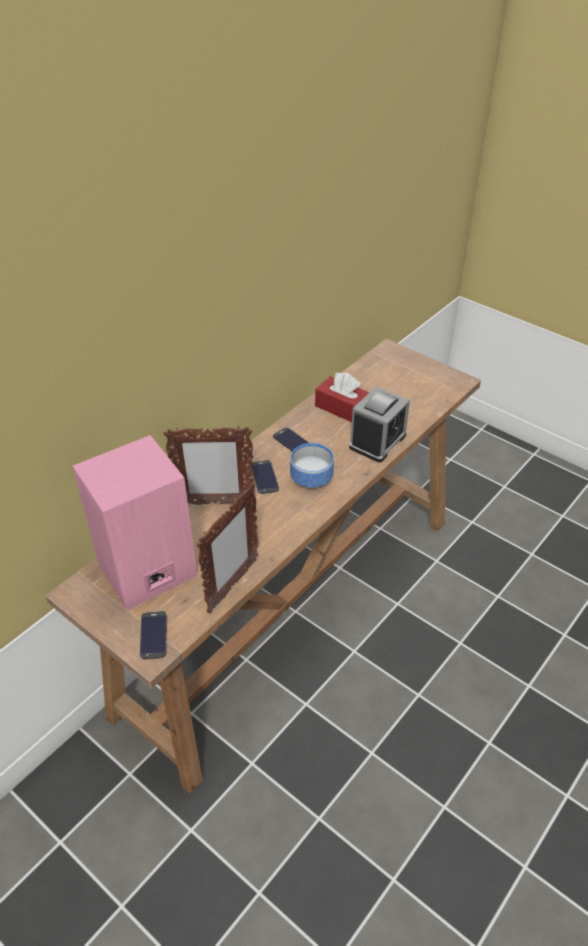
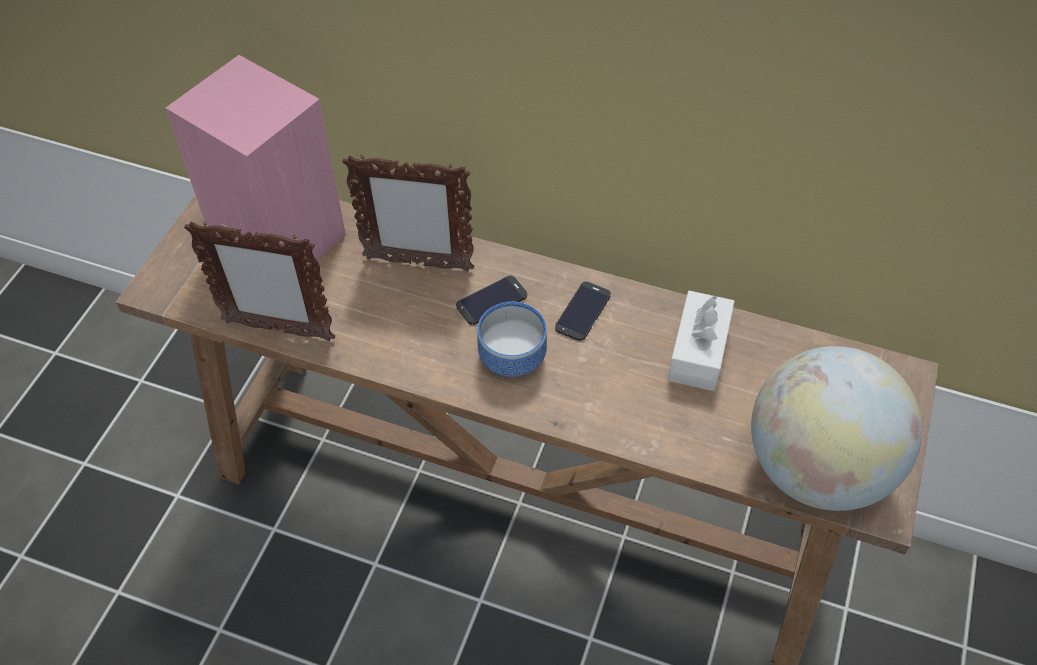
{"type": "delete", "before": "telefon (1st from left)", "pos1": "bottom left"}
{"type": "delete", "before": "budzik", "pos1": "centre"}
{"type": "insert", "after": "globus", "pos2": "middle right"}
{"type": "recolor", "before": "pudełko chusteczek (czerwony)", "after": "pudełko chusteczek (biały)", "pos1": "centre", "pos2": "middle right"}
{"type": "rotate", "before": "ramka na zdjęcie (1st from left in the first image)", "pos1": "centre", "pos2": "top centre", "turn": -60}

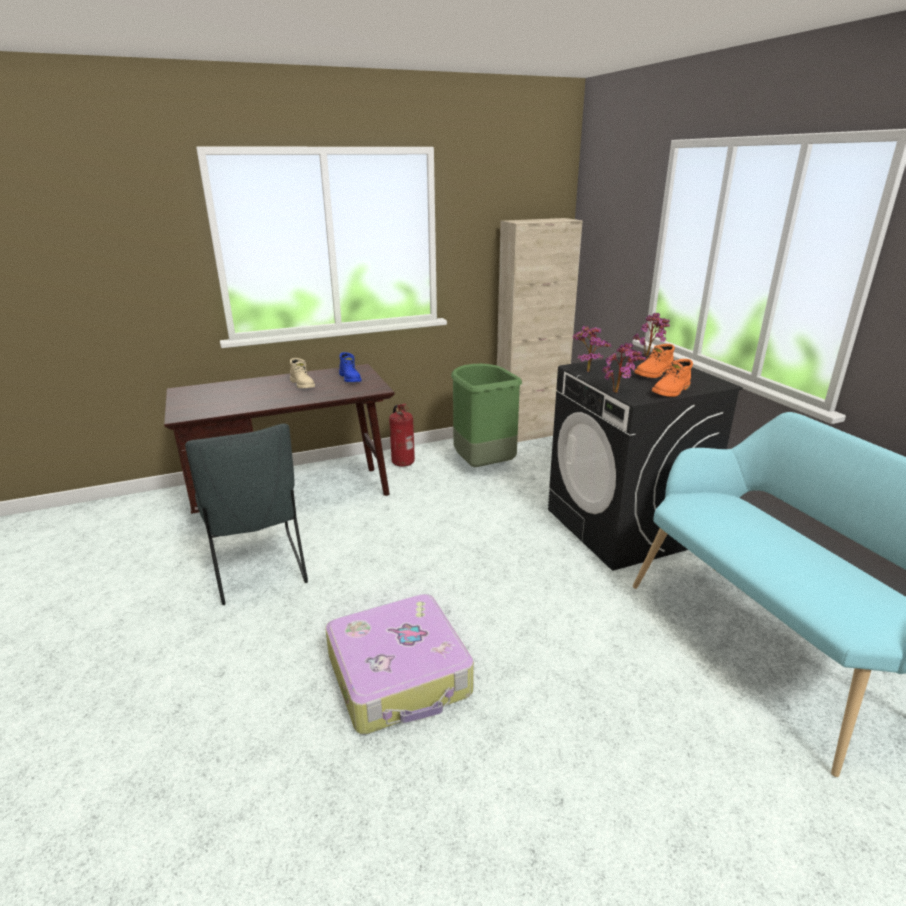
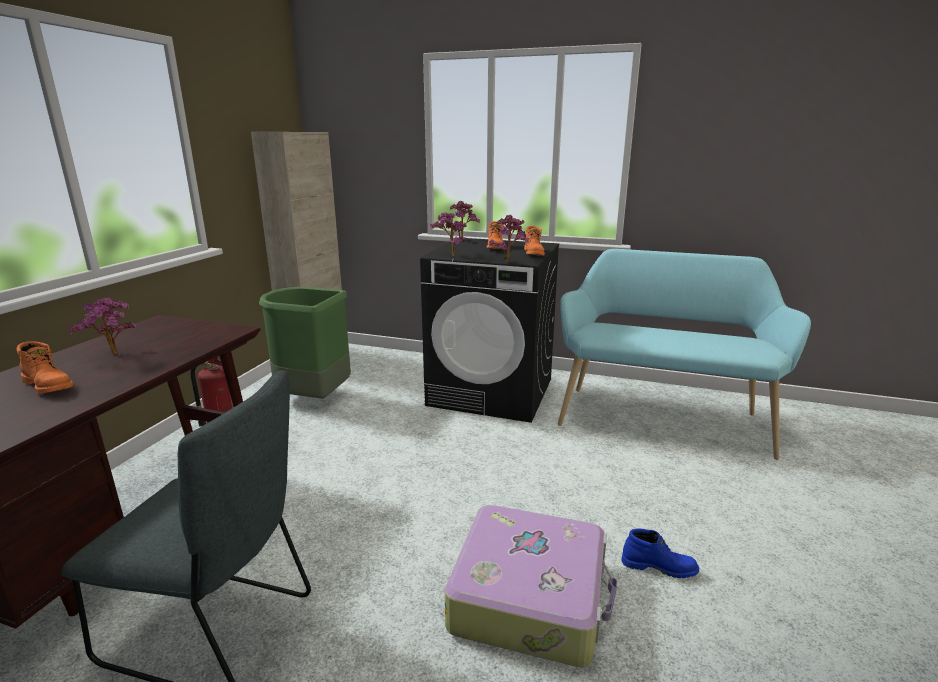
{"type": "insert", "after": "but z cholewką (pomarańczowy) (1st from left)", "pos2": "middle left"}
{"type": "move", "before": "but z cholewką (niebieski)", "pos1": "centre", "pos2": "bottom right"}
{"type": "replace", "before": "but z cholewką (beżowy)", "after": "roślina doniczkowa (1st from left)", "pos1": "centre", "pos2": "middle left"}

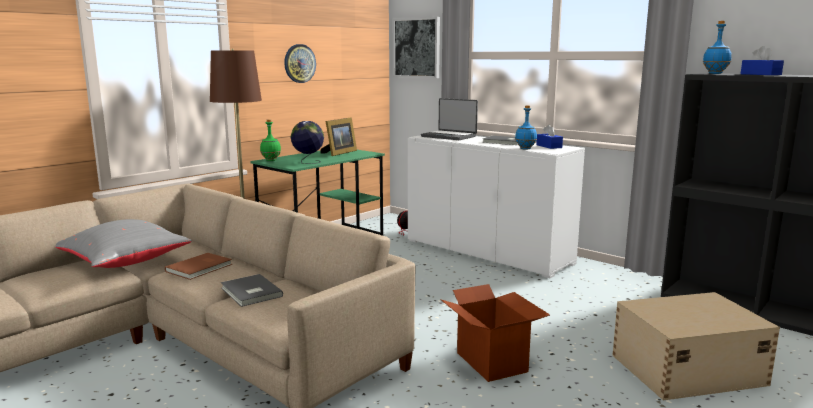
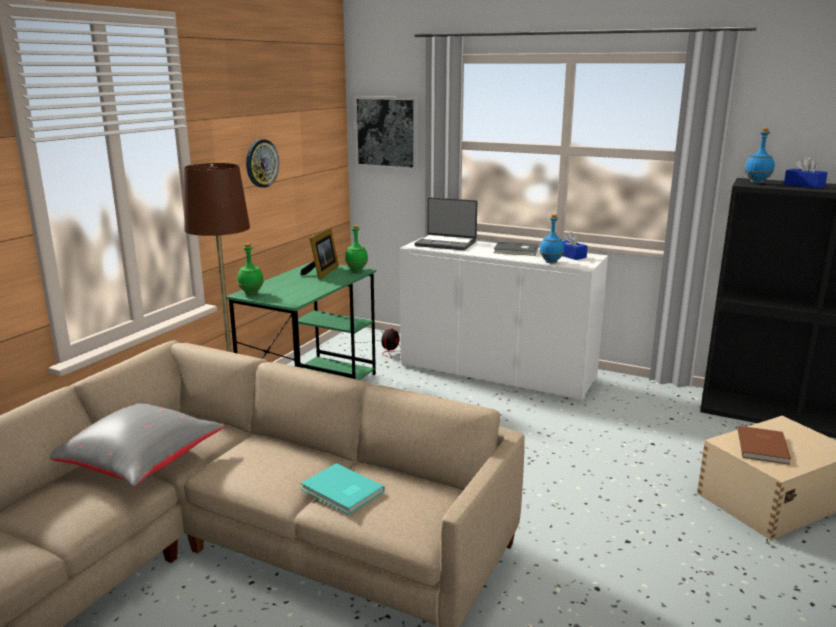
{"type": "delete", "before": "globus", "pos1": "centre"}
{"type": "delete", "before": "karton", "pos1": "bottom centre"}
{"type": "insert", "after": "butelka (zielony) (2nd from left)", "pos2": "centre"}
{"type": "move", "before": "książka (brązowy)", "pos1": "middle left", "pos2": "bottom right"}
{"type": "recolor", "before": "książka (szary) (1st from left)", "after": "książka (turkusowy)", "pos1": "bottom left", "pos2": "bottom centre"}

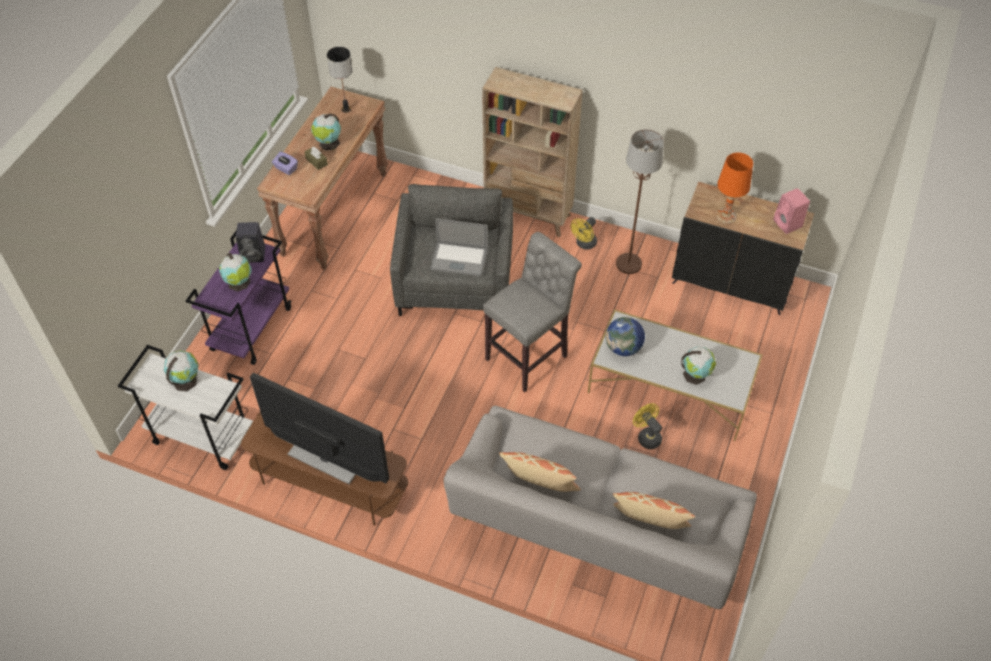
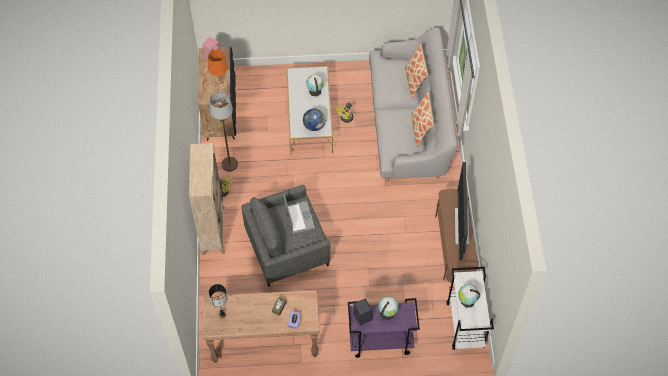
{"type": "delete", "before": "globus (3rd from left)", "pos1": "top left"}
{"type": "delete", "before": "stołek (szary)", "pos1": "centre"}

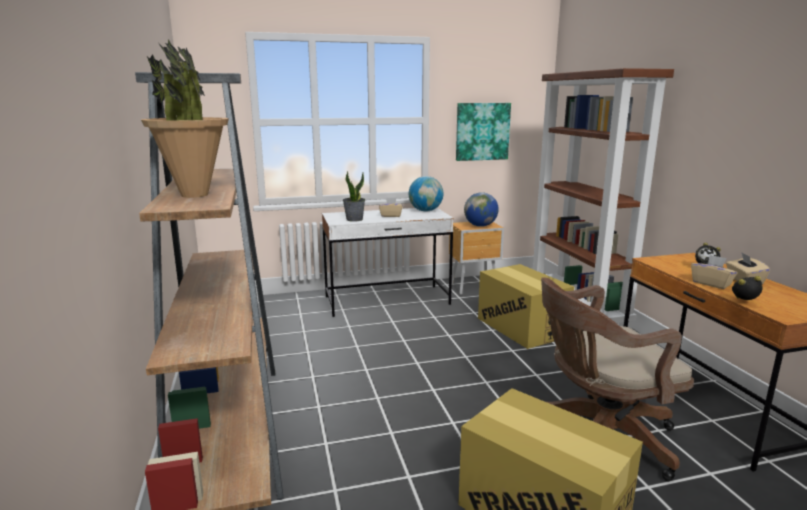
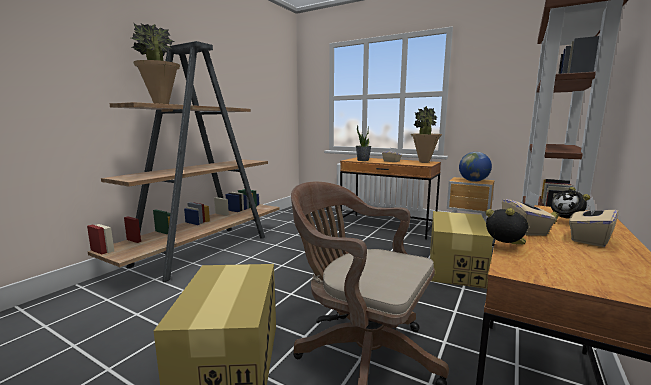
{"type": "delete", "before": "obraz", "pos1": "top centre"}
{"type": "replace", "before": "globus (1st from left)", "after": "roślina doniczkowa (3rd from left)", "pos1": "centre", "pos2": "centre"}
{"type": "recolor", "before": "biurko (biały)", "after": "biurko (brązowy) (1st from left)", "pos1": "centre", "pos2": "centre"}

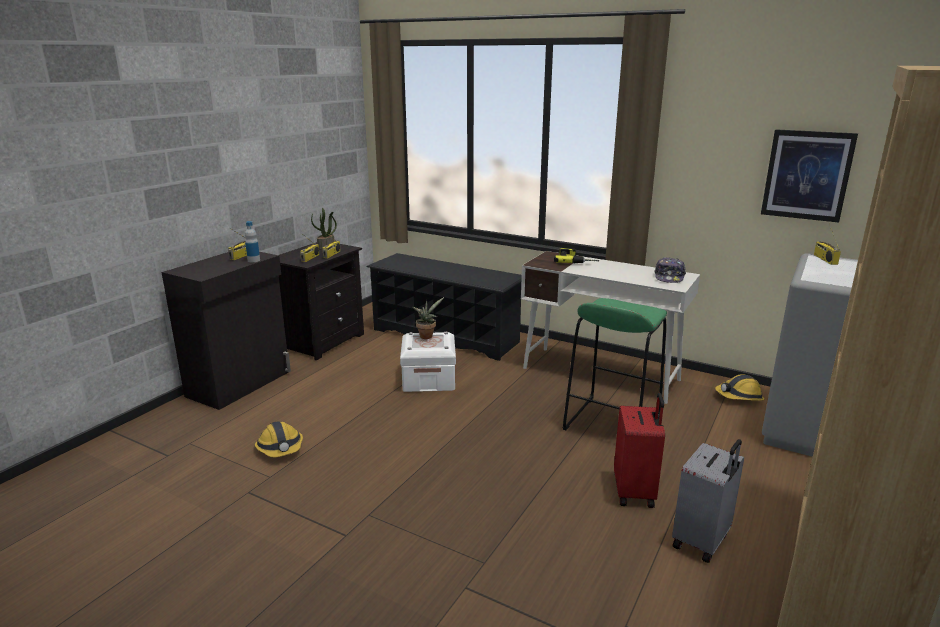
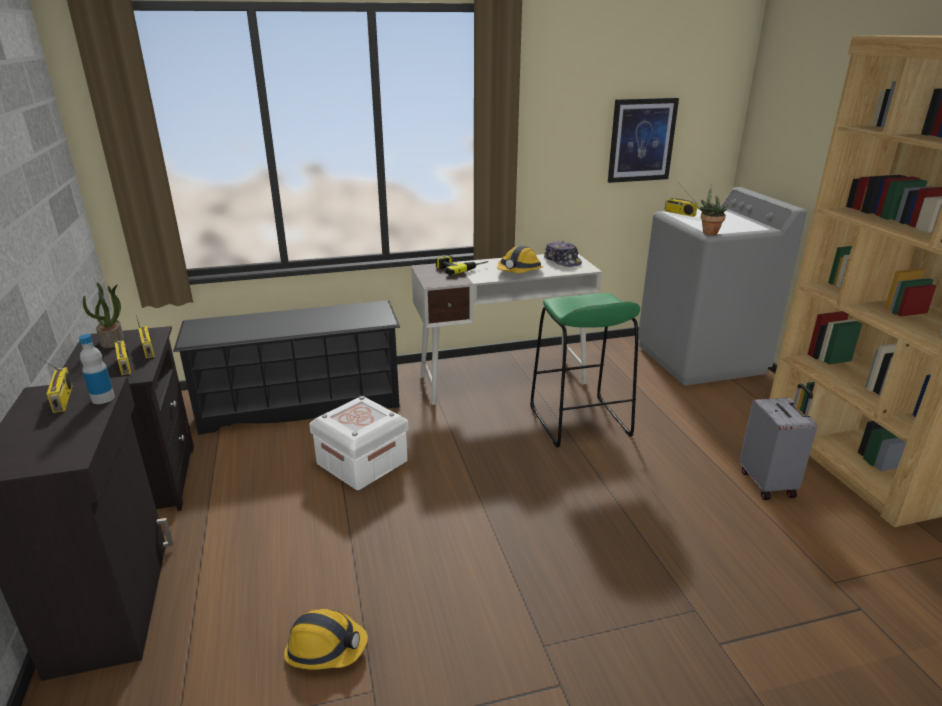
{"type": "delete", "before": "walizka (czerwony)", "pos1": "bottom right"}
{"type": "move", "before": "roślina doniczkowa (2nd from left)", "pos1": "centre", "pos2": "top right"}
{"type": "move", "before": "kask (2nd from left)", "pos1": "middle right", "pos2": "centre"}

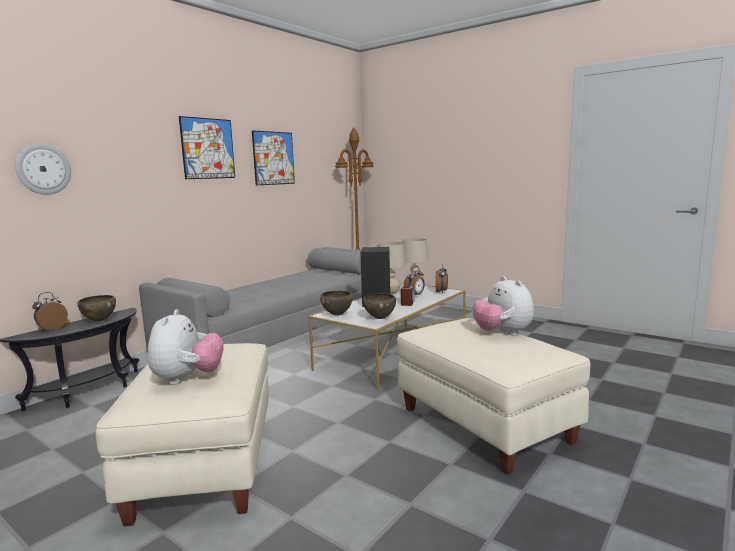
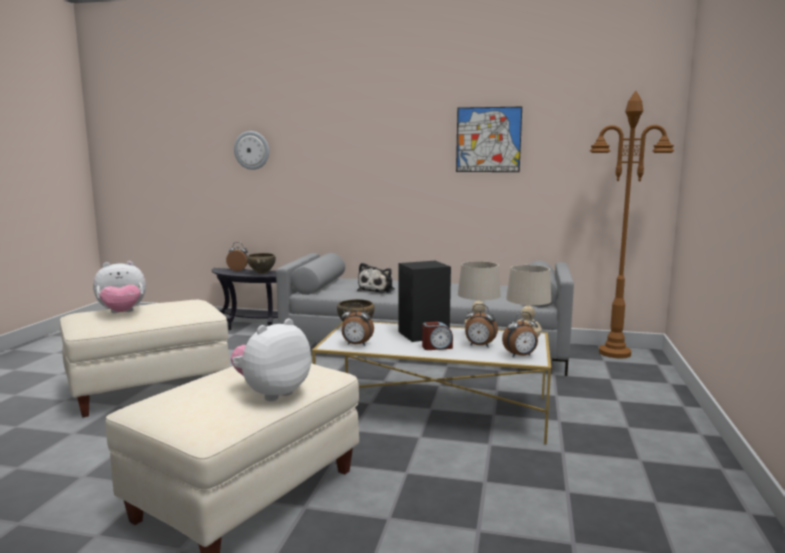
{"type": "delete", "before": "obraz (1st from left)", "pos1": "top left"}
{"type": "insert", "after": "pluszak (3rd from left)", "pos2": "centre"}
{"type": "replace", "before": "miska (brązowy) (3rd from left)", "after": "budzik (2nd from left)", "pos1": "centre", "pos2": "centre"}

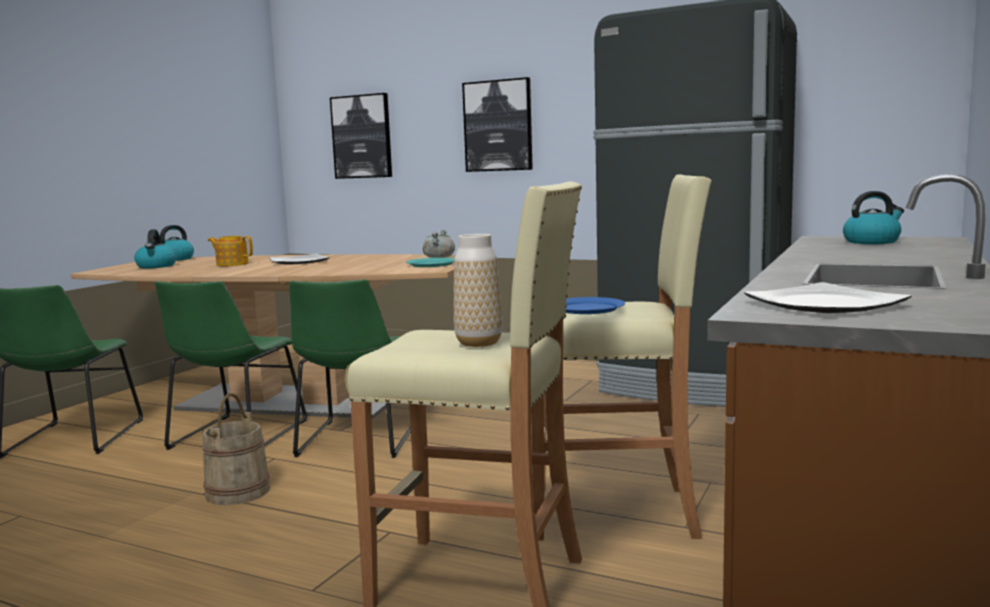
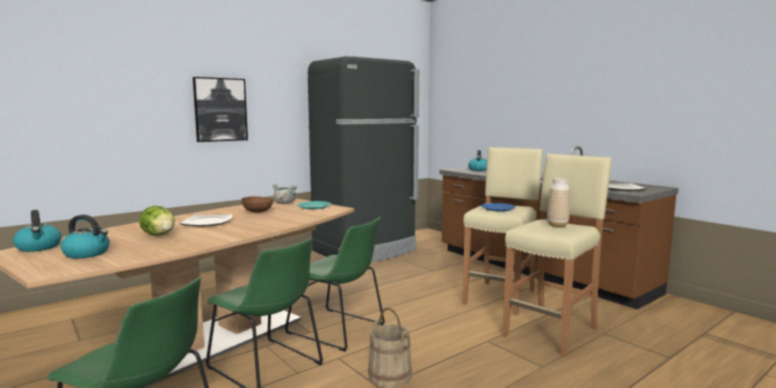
{"type": "delete", "before": "obraz (1st from left)", "pos1": "top centre"}
{"type": "insert", "after": "miska (brązowy)", "pos2": "middle left"}
{"type": "replace", "before": "imbryk", "after": "sałata", "pos1": "middle left", "pos2": "middle left"}

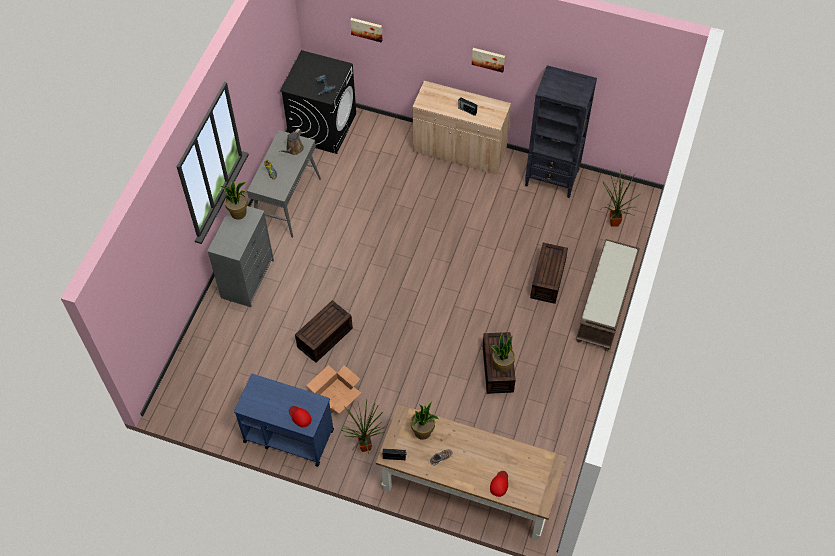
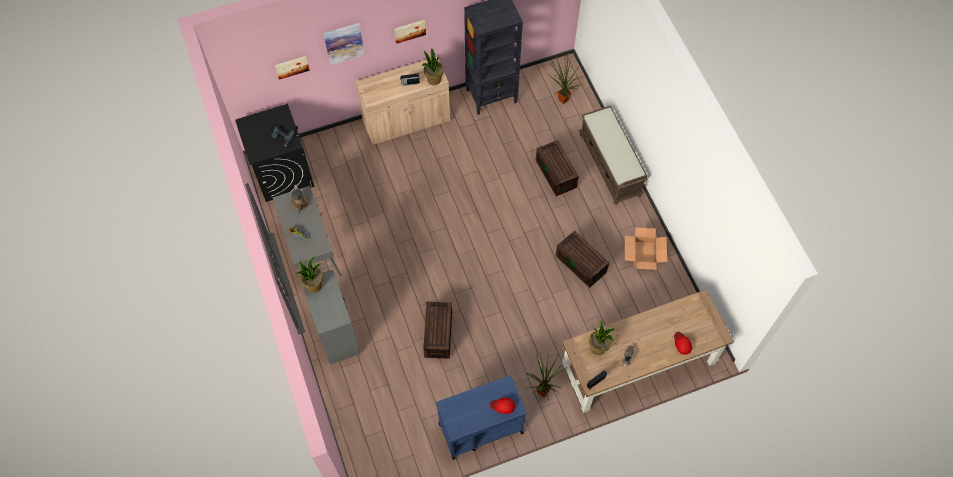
{"type": "insert", "after": "obraz (2nd from left)", "pos2": "top centre"}
{"type": "move", "before": "karton", "pos1": "bottom centre", "pos2": "middle right"}
{"type": "move", "before": "roślina doniczkowa (4th from left in the first image)", "after": "roślina doniczkowa (2nd from left)", "pos1": "centre", "pos2": "top centre"}

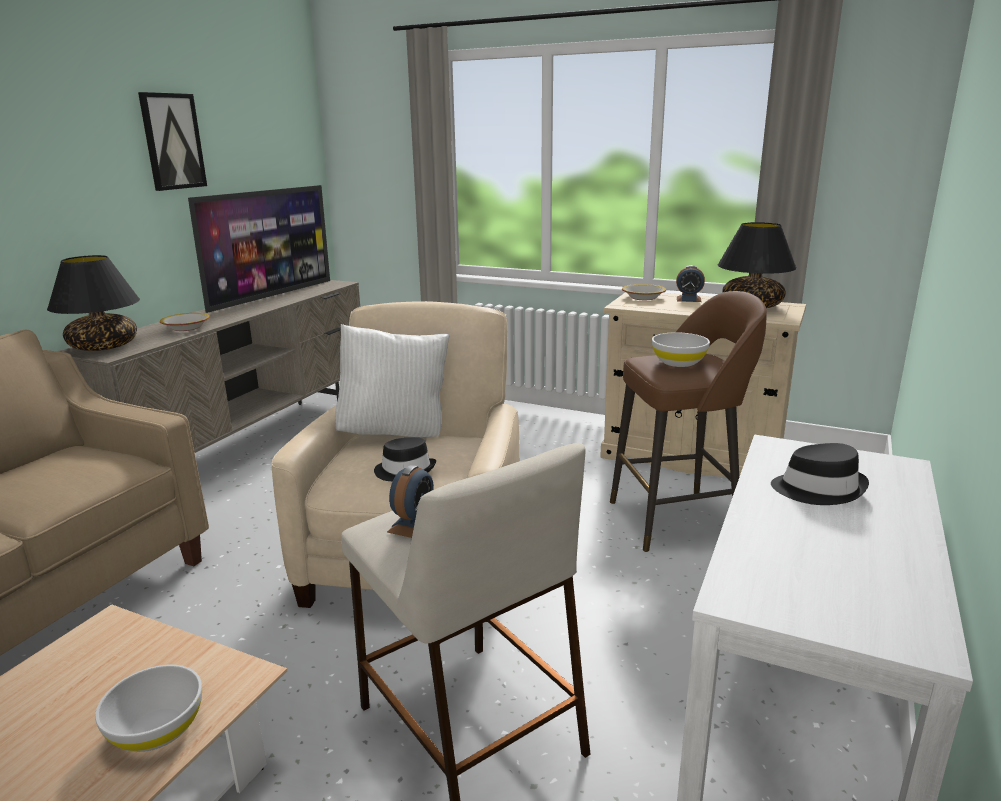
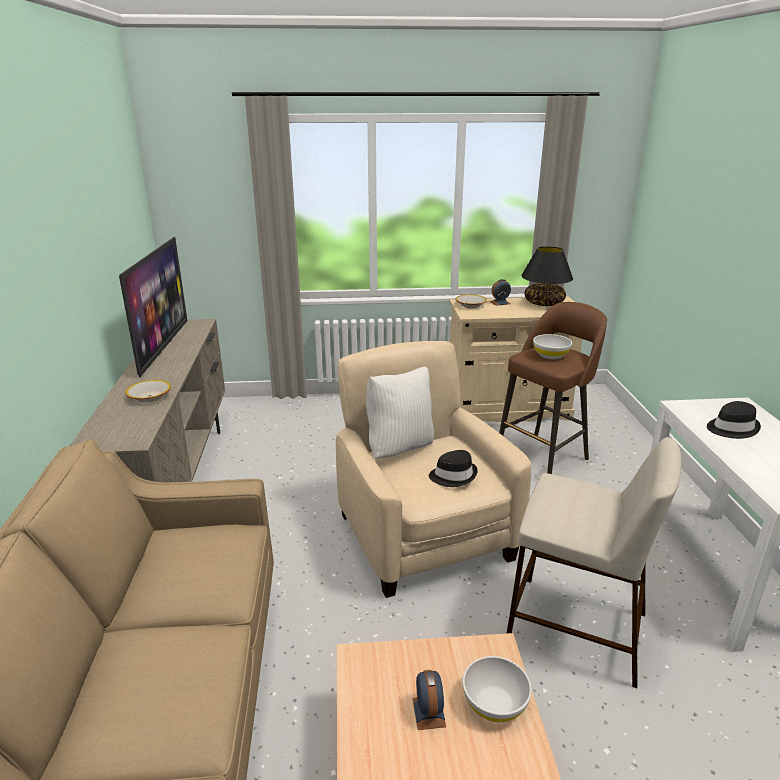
{"type": "delete", "before": "lampa stołowa (czarny) (1st from left)", "pos1": "middle left"}
{"type": "delete", "before": "obraz", "pos1": "top left"}
{"type": "move", "before": "budzik (1st from left)", "pos1": "centre", "pos2": "bottom centre"}

